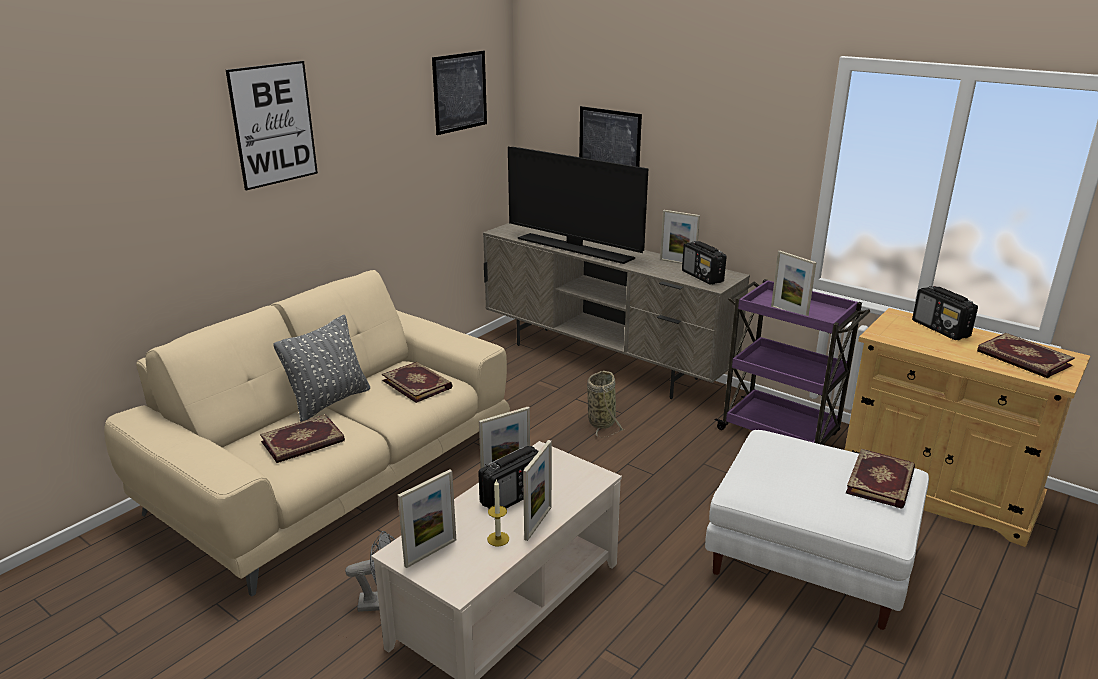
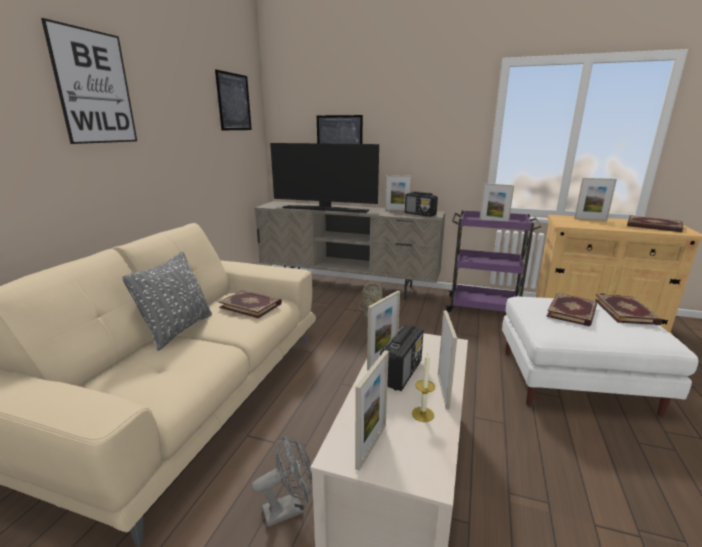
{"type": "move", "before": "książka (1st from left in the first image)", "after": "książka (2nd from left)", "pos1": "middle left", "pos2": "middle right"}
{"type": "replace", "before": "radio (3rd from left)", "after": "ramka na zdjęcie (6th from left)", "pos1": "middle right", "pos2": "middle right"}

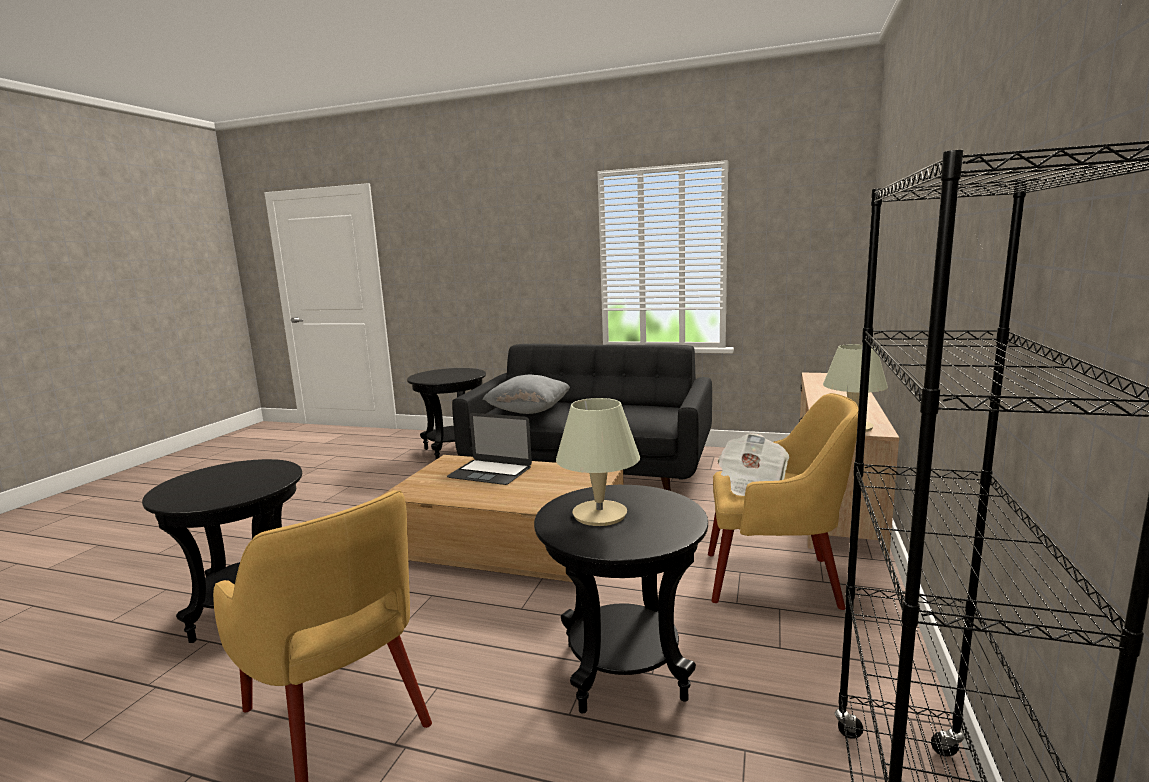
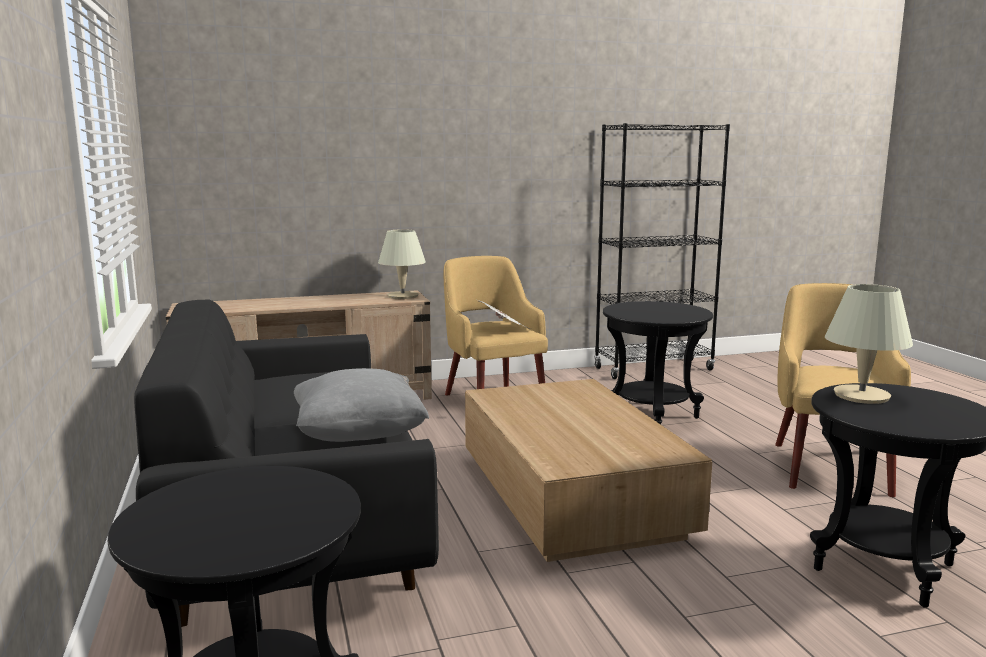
{"type": "delete", "before": "laptop", "pos1": "centre"}
{"type": "move", "before": "lampa stołowa (beżowy) (1st from left in the first image)", "after": "lampa stołowa (beżowy) (2nd from left)", "pos1": "centre", "pos2": "middle right"}

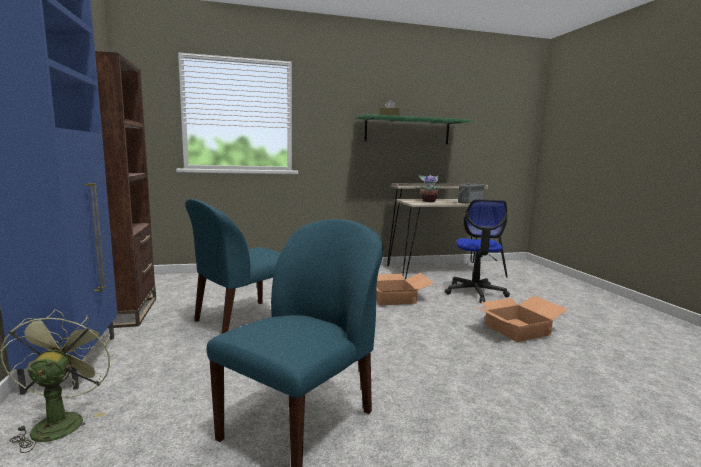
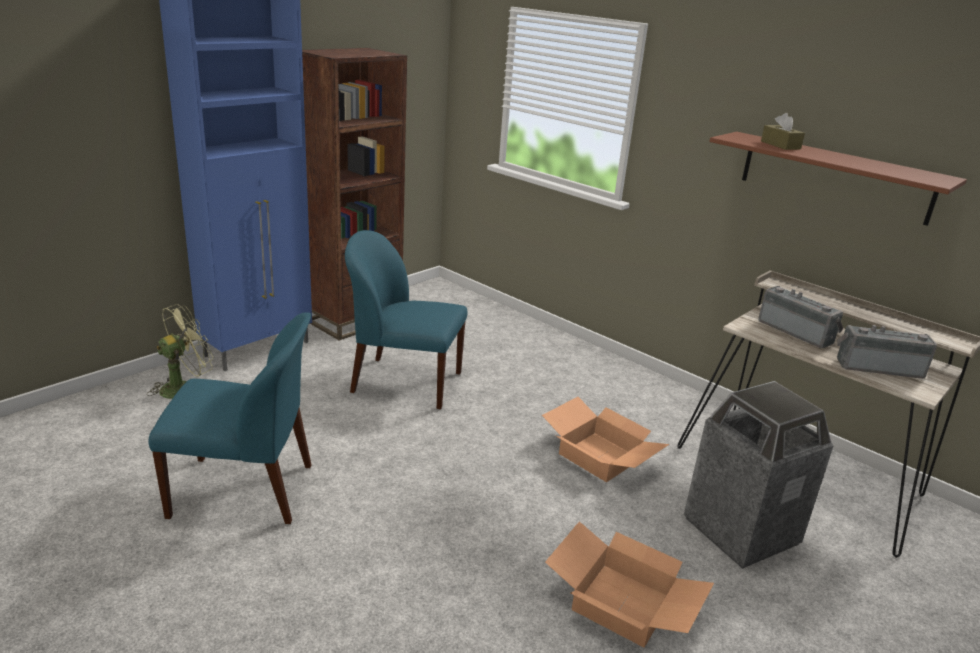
{"type": "replace", "before": "roślina doniczkowa", "after": "radio (1st from left)", "pos1": "centre", "pos2": "middle right"}
{"type": "replace", "before": "krzesło biurowe", "after": "kosz na śmieci", "pos1": "middle right", "pos2": "bottom right"}
{"type": "recolor", "before": "półka (zielony)", "after": "półka (brązowy)", "pos1": "top centre", "pos2": "top right"}

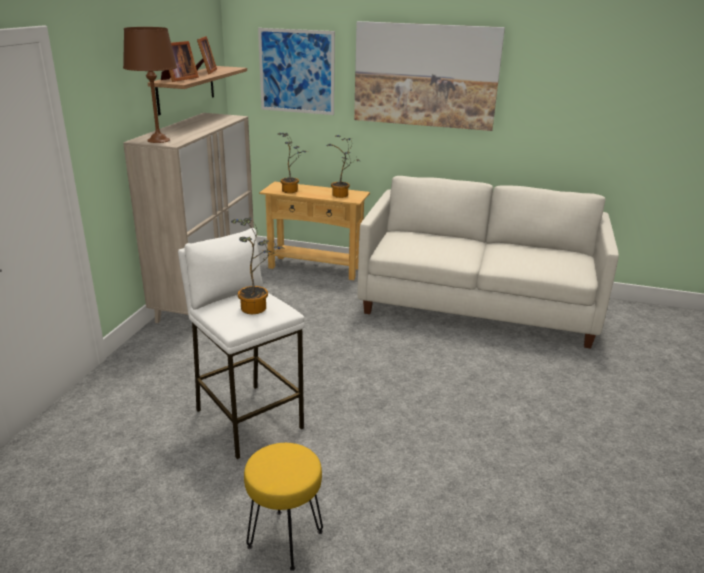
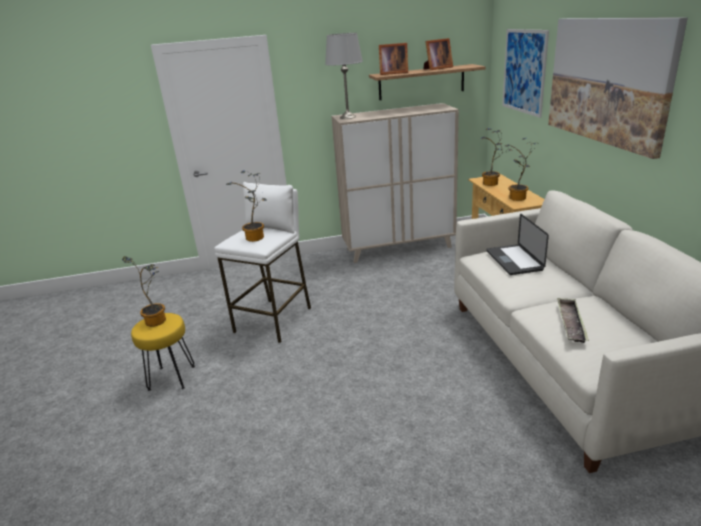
{"type": "insert", "after": "roślina doniczkowa (1st from left)", "pos2": "middle left"}
{"type": "insert", "after": "laptop", "pos2": "middle right"}
{"type": "insert", "after": "taca", "pos2": "middle right"}
{"type": "recolor", "before": "lampa stołowa (brązowy)", "after": "lampa stołowa (szary)", "pos1": "top left", "pos2": "top centre"}

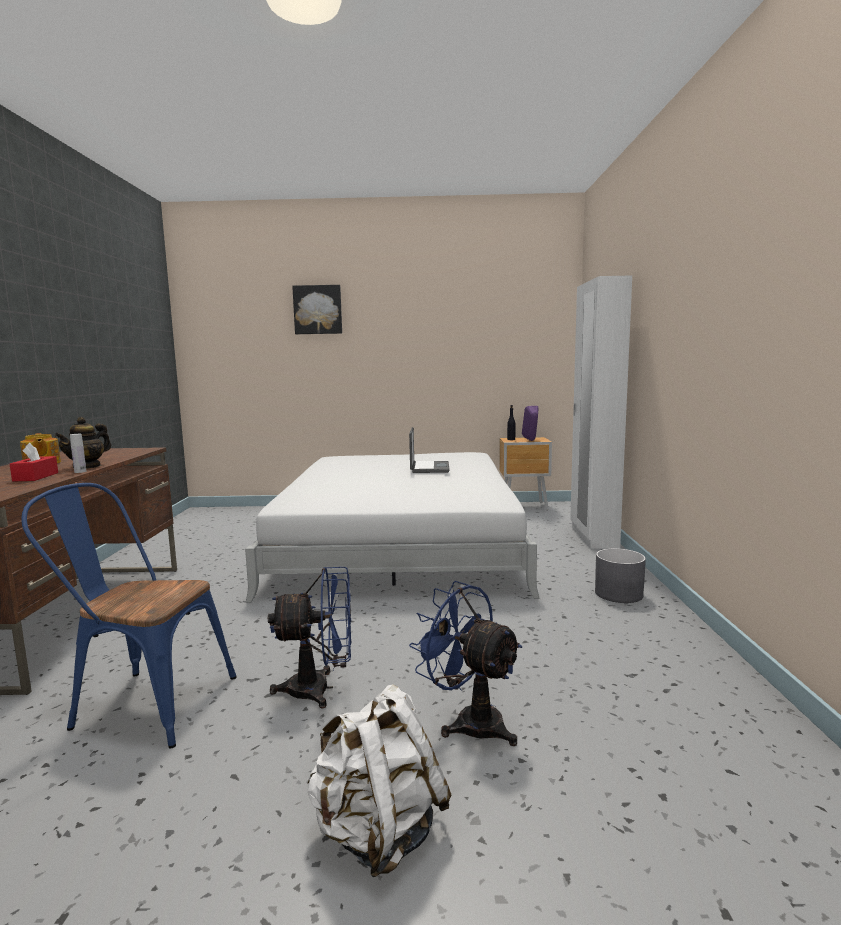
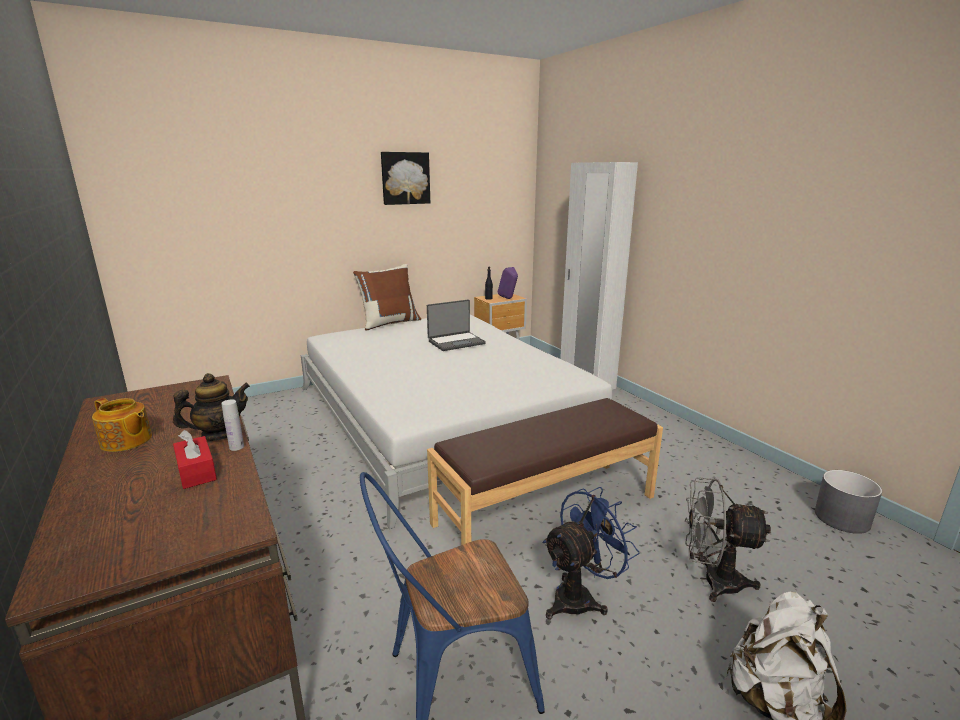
{"type": "insert", "after": "poduszka (brązowy)", "pos2": "centre"}
{"type": "insert", "after": "ławka (brązowy)", "pos2": "centre"}
{"type": "move", "before": "obraz", "pos1": "centre", "pos2": "top centre"}
{"type": "move", "before": "donica (szary)", "pos1": "middle right", "pos2": "bottom right"}
{"type": "recolor", "before": "wentylator (niebieski) (2nd from left)", "after": "wentylator (szary)", "pos1": "bottom centre", "pos2": "bottom right"}
{"type": "rotate", "before": "imbryk (2nd from left)", "pos1": "middle left", "pos2": "middle left", "turn": -120}
{"type": "rotate", "before": "laptop", "pos1": "centre", "pos2": "centre", "turn": 90}

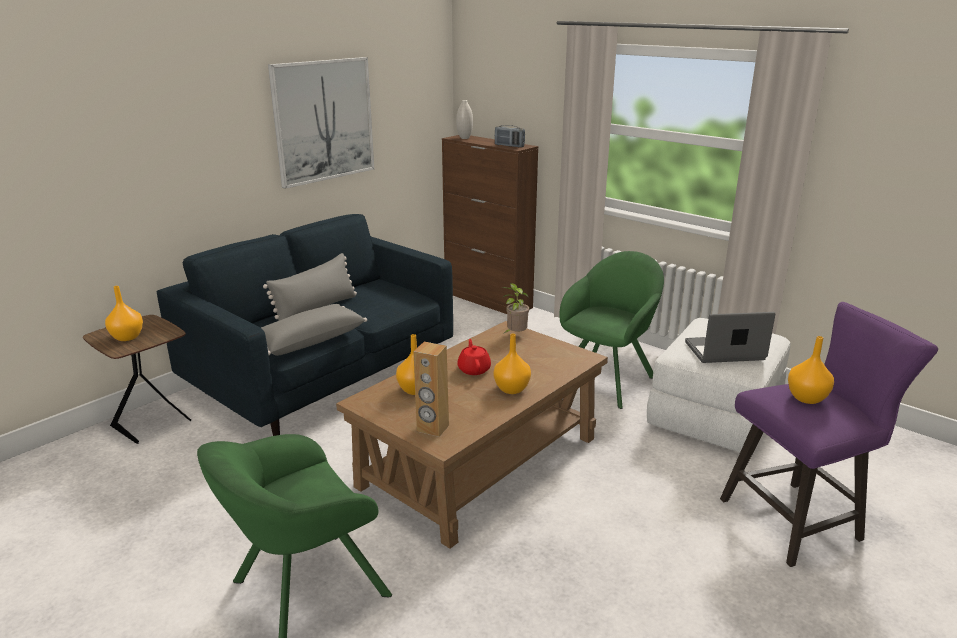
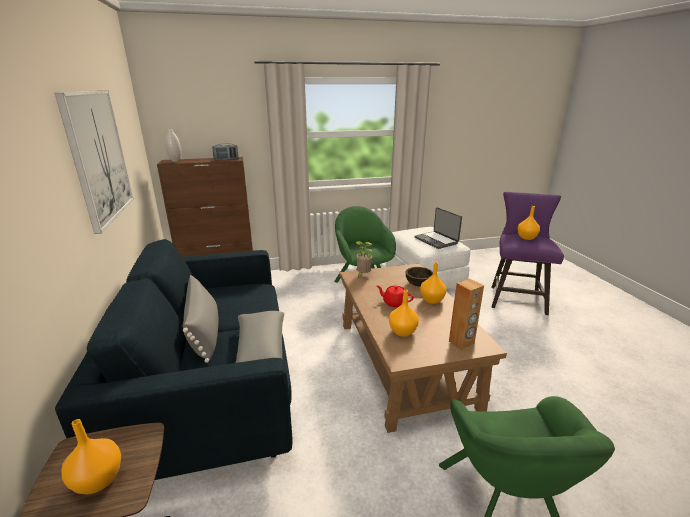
{"type": "insert", "after": "miska (brązowy)", "pos2": "centre"}
{"type": "rotate", "before": "laptop", "pos1": "middle right", "pos2": "centre", "turn": -60}

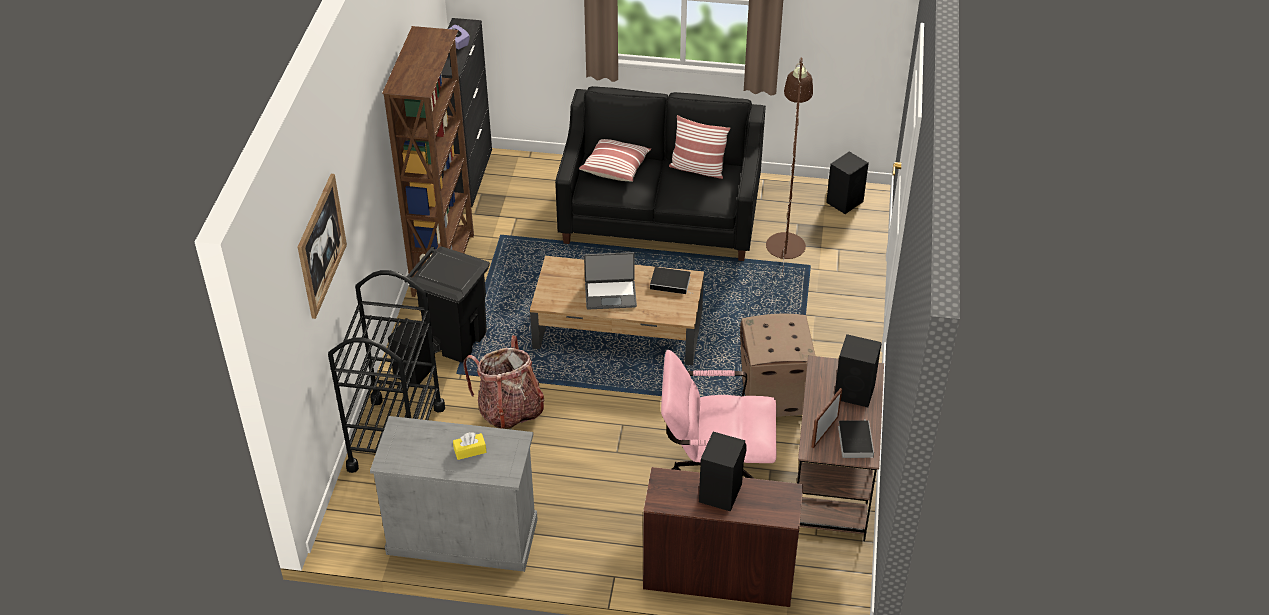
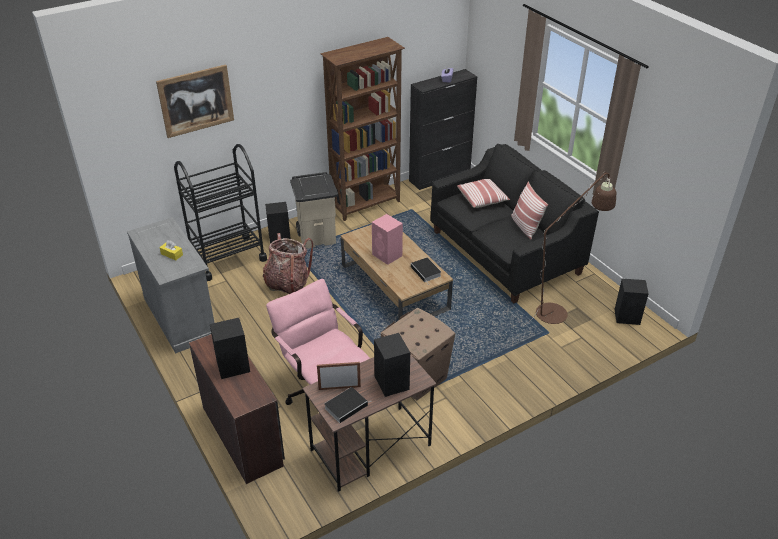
{"type": "replace", "before": "laptop", "after": "głośnik (różowy)", "pos1": "centre", "pos2": "centre"}
{"type": "recolor", "before": "kosz na śmieci (czarny)", "after": "kosz na śmieci (beżowy)", "pos1": "centre", "pos2": "centre"}

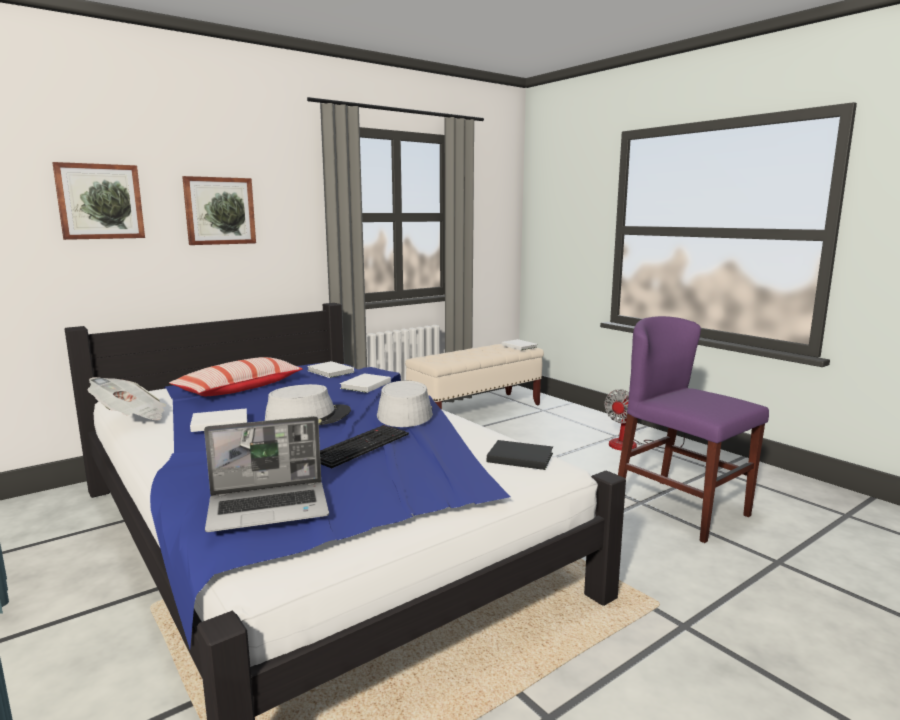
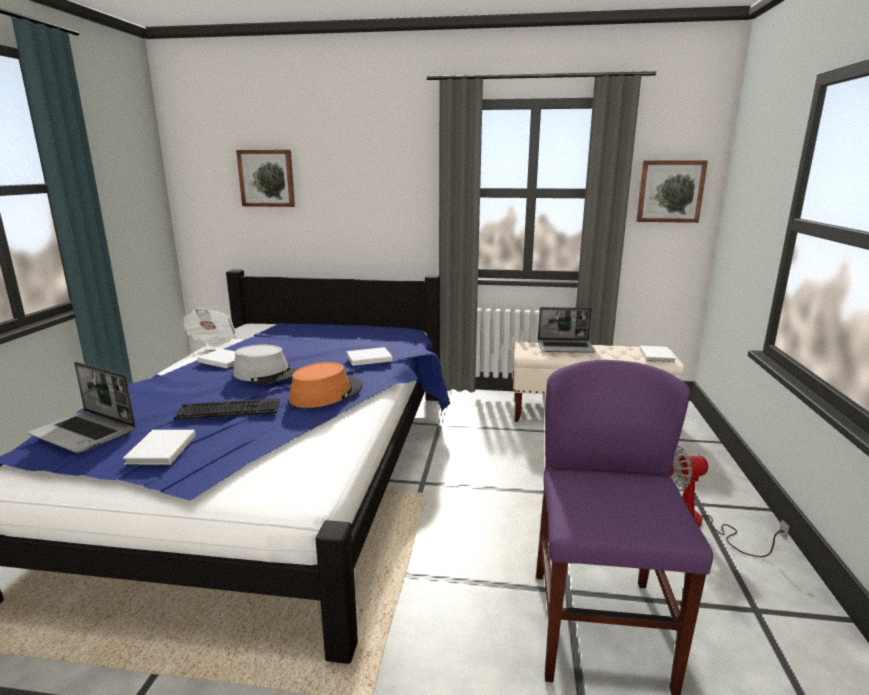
{"type": "delete", "before": "poduszka", "pos1": "middle left"}
{"type": "delete", "before": "książka (czarny)", "pos1": "centre"}
{"type": "insert", "after": "laptop (2nd from left)", "pos2": "centre"}
{"type": "move", "before": "obraz (2nd from left)", "pos1": "top left", "pos2": "top right"}
{"type": "move", "before": "książka (biały) (2nd from left in the first image)", "after": "książka (biały) (1st from left)", "pos1": "centre", "pos2": "middle left"}
{"type": "recolor", "before": "kapelusz (szary) (2nd from left)", "after": "kapelusz (pomarańczowy)", "pos1": "centre", "pos2": "centre"}

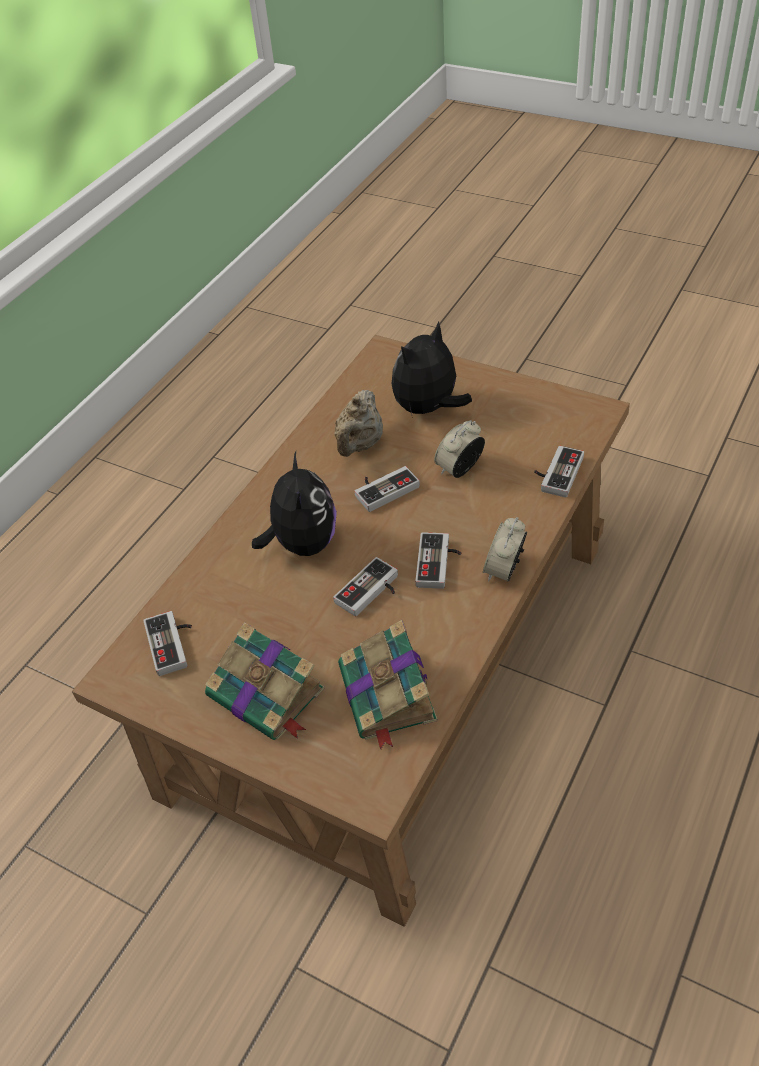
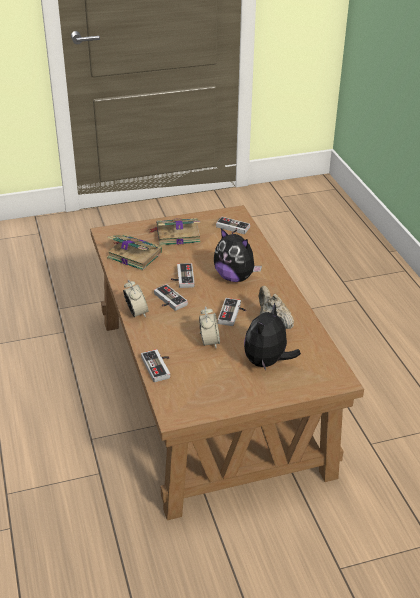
{"type": "rotate", "before": "pluszak (2nd from left)", "pos1": "centre", "pos2": "centre", "turn": -150}

